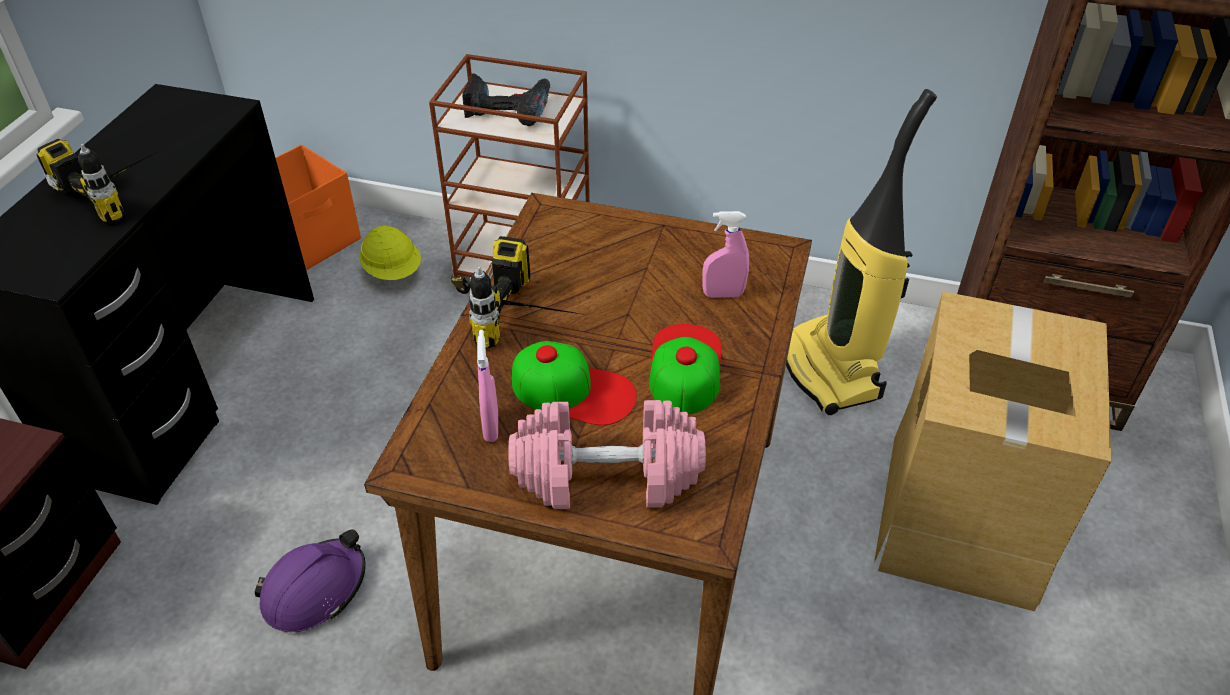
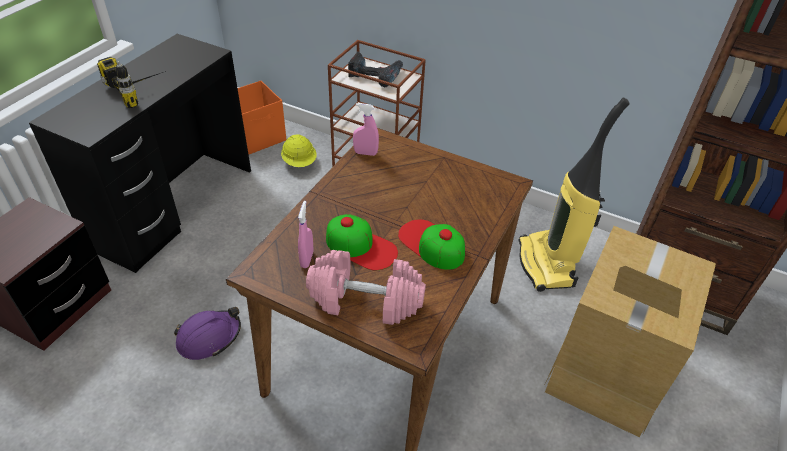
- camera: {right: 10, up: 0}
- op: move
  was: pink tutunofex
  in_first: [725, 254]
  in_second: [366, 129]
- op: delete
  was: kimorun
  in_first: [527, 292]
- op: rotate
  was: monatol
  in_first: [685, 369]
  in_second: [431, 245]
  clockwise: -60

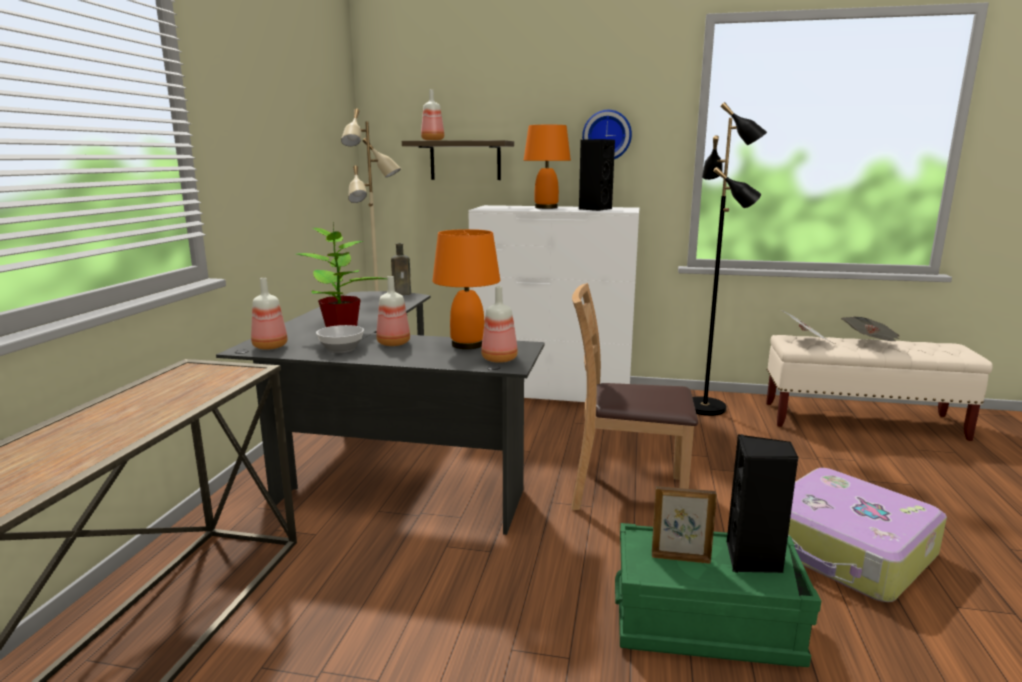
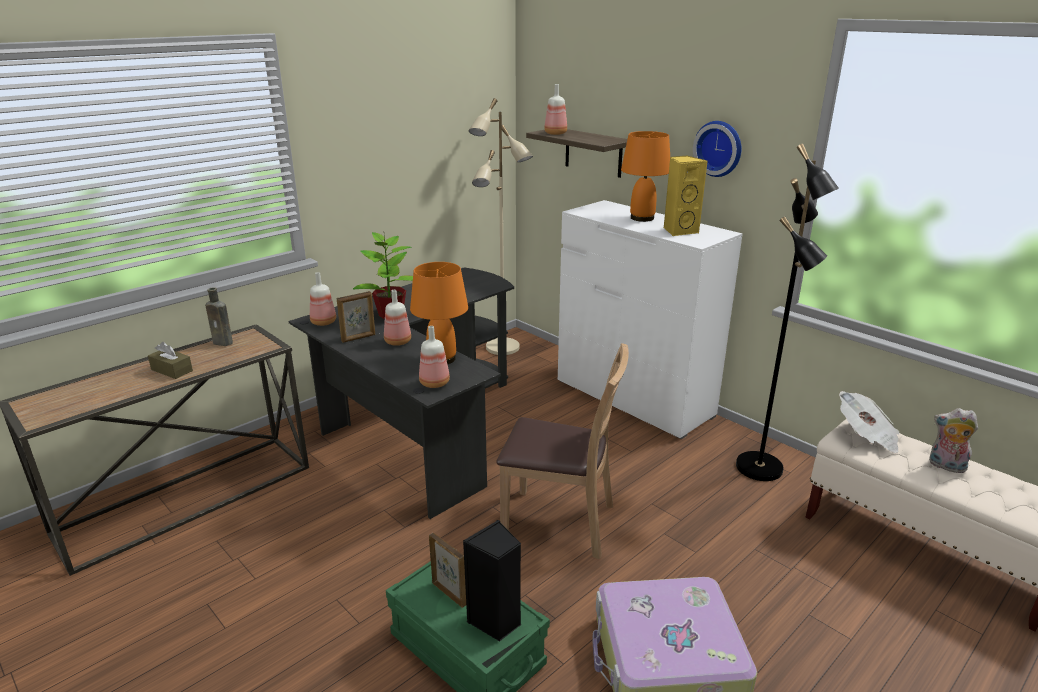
- camera: {right: 35, up: 10}
- op: recolor
  was: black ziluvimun
  now: yellow ziluvimun
  in_first: [597, 175]
  in_second: [686, 195]
- op: move
  was: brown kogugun
  in_first: [401, 269]
  in_second: [219, 317]
- op: rotate
  was: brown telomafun
  in_first: [634, 396]
  in_second: [562, 451]
  clockwise: 150
- op: replace
  was: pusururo
  now: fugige
  in_first: [870, 329]
  in_second: [953, 440]
- op: replace
  was: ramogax
  now: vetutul
  in_first: [340, 339]
  in_second: [356, 317]
- op: insert
  now: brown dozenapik
  in_second: [170, 360]

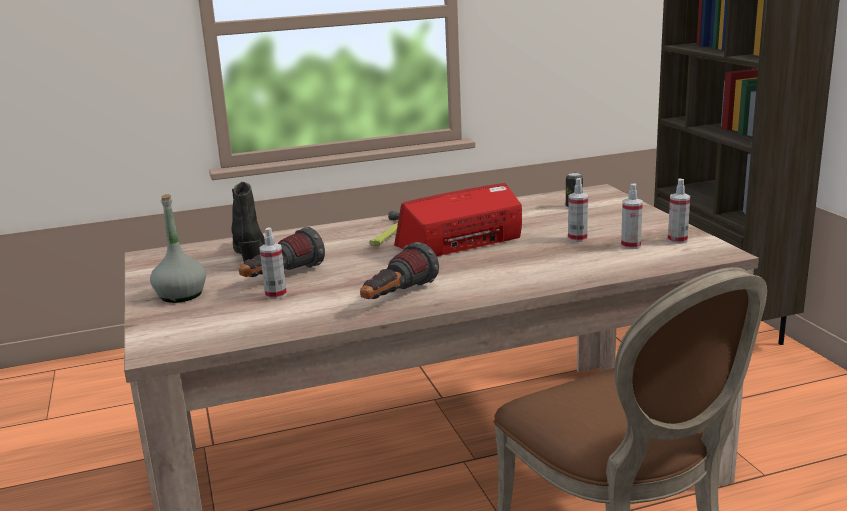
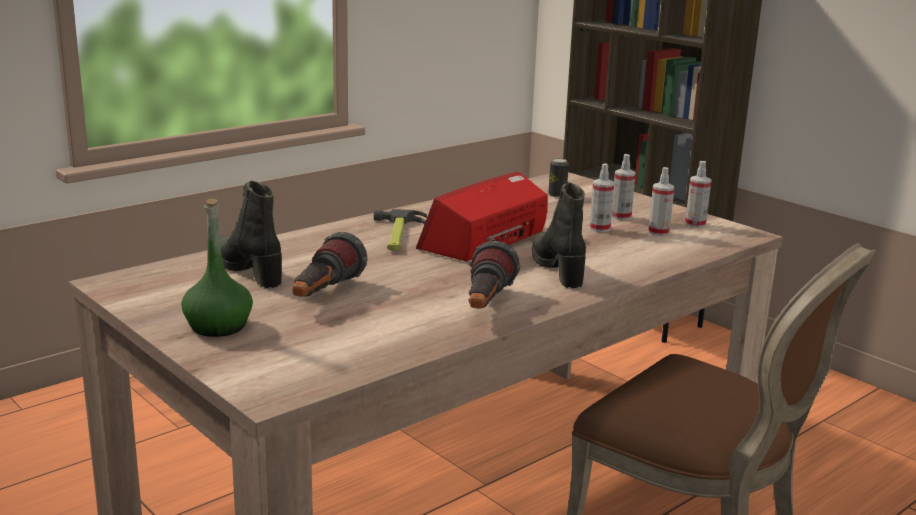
- camera: {right: -25, up: 0}
- op: recolor
  was: grey kogugun
  now: green kogugun
  in_first: [178, 248]
  in_second: [217, 268]
- op: move
  was: tutunofex
  in_first: [273, 263]
  in_second: [624, 187]
- op: insert
  now: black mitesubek
  in_second: [559, 235]

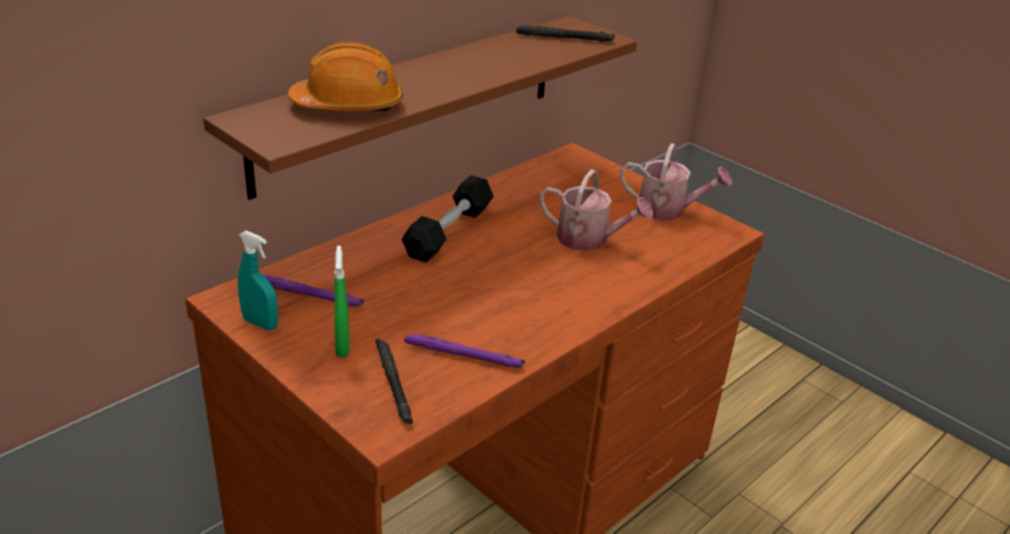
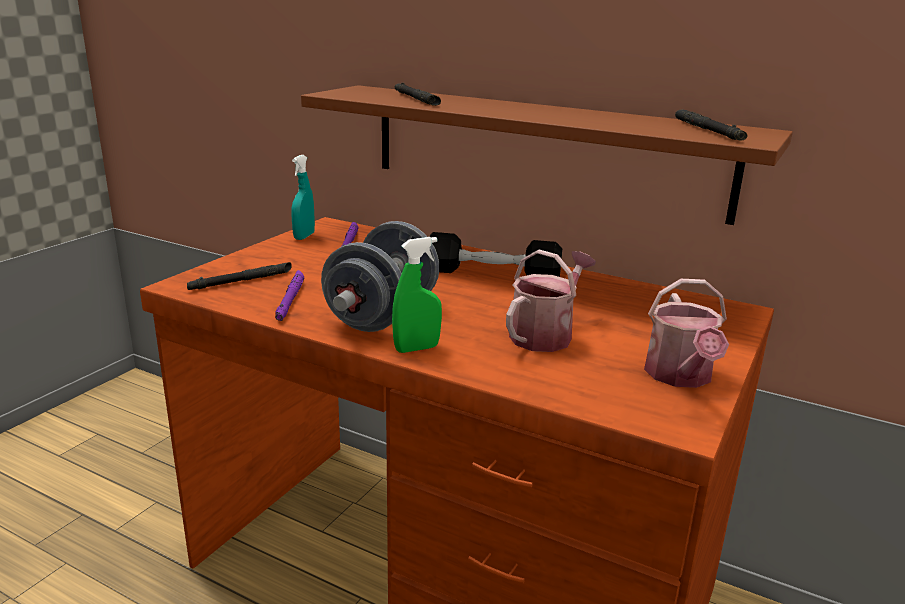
- camera: {right: 75, up: -10}
- op: replace
  was: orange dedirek
  now: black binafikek
  in_first: [345, 77]
  in_second: [418, 94]
- op: rotate
  was: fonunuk
  in_first: [596, 210]
  in_second: [551, 301]
  clockwise: -150
- op: move
  was: green tutunofex
  in_first: [341, 301]
  in_second: [417, 295]
- op: insert
  now: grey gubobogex
  in_second: [380, 276]

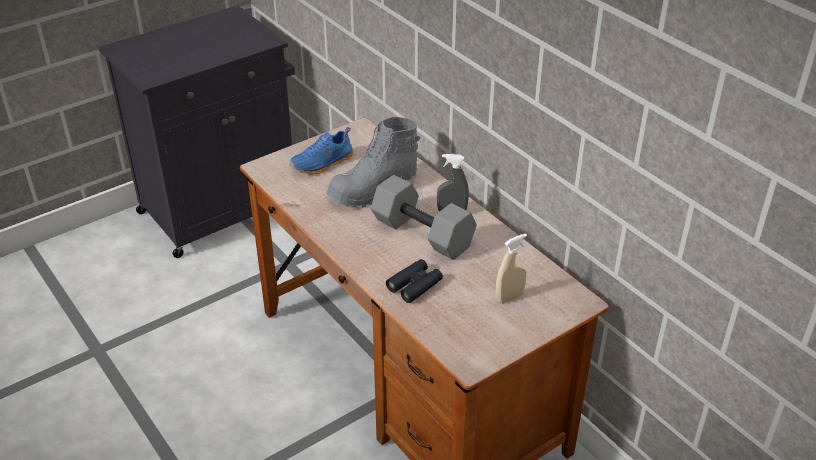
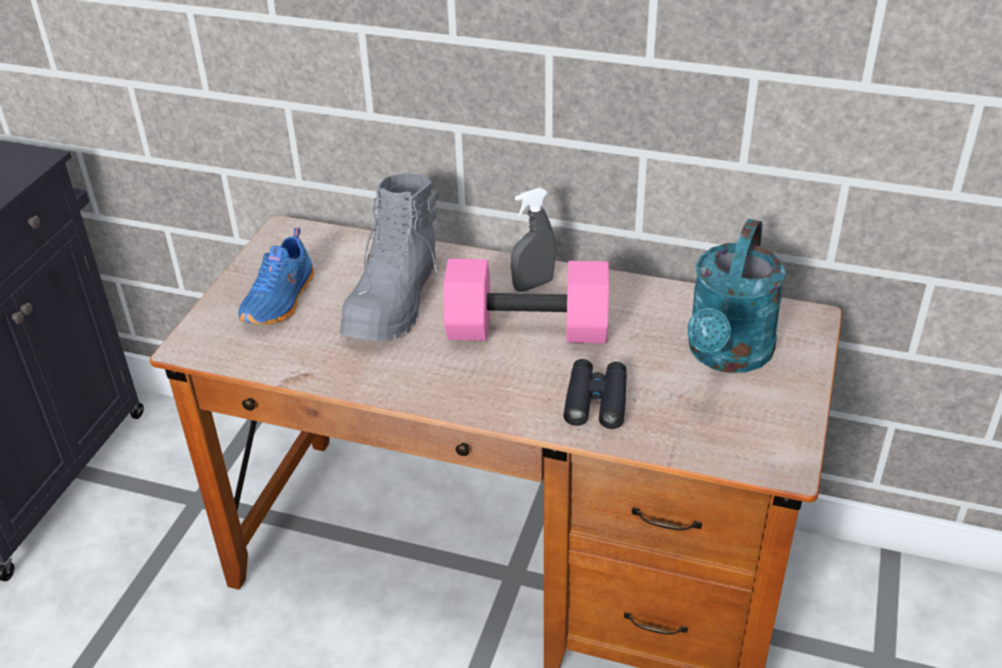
- camera: {right: -35, up: 0}
- op: recolor
  was: grey gubobogex
  now: pink gubobogex
  in_first: [424, 217]
  in_second: [526, 301]
- op: replace
  was: beige tutunofex
  now: turquoise fonunuk
  in_first: [511, 269]
  in_second: [737, 296]

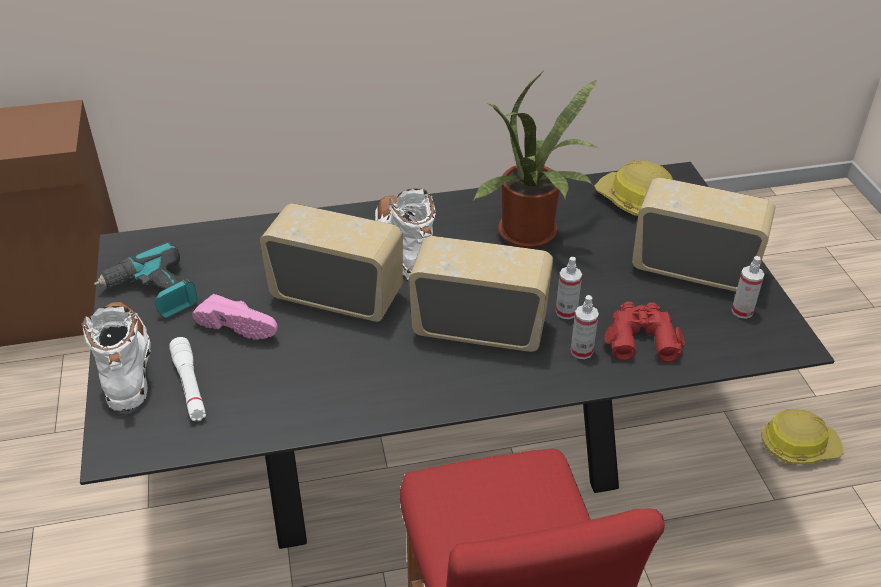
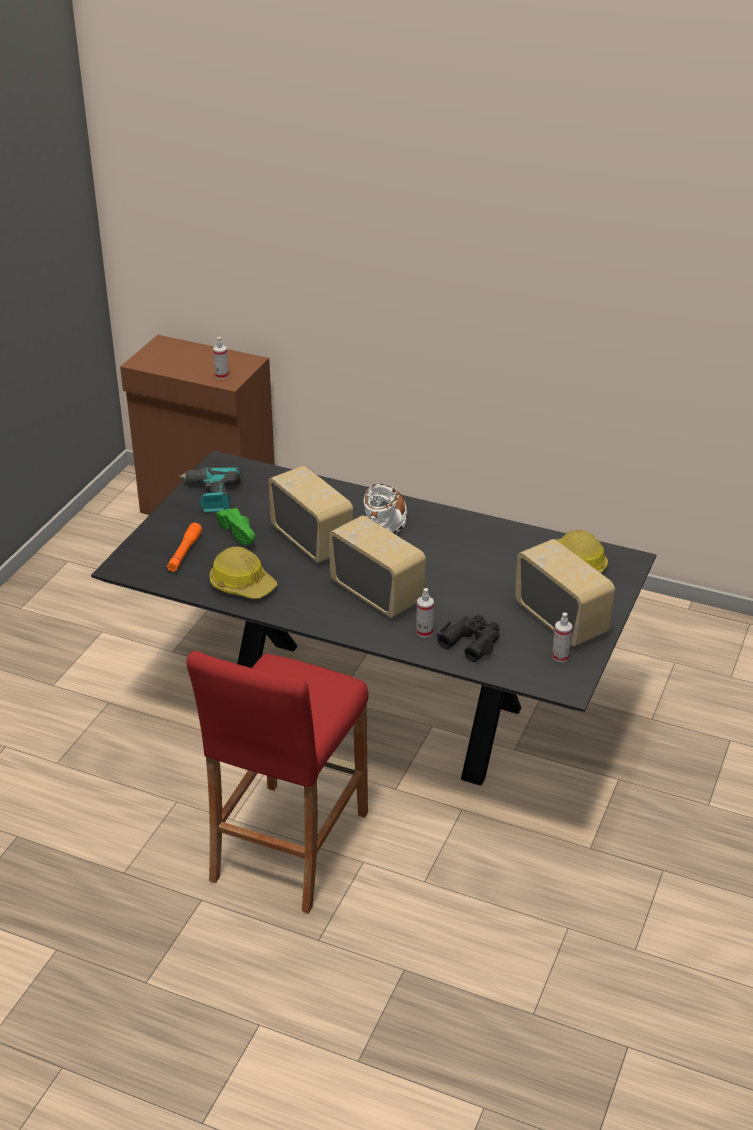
- camera: {right: 35, up: -5}
- op: delete
  was: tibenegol
  in_first: [535, 158]
- op: move
  was: tutunofex
  in_first: [569, 288]
  in_second: [220, 358]
- op: recolor
  was: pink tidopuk
  now: green tidopuk
  in_first: [235, 317]
  in_second: [236, 526]
- op: delete
  was: white mitesubek
  in_first: [116, 356]
- op: recolor
  was: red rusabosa
  now: black rusabosa
  in_first: [644, 332]
  in_second: [468, 638]
- op: recolor
  was: white binafikek
  now: orange binafikek
  in_first: [187, 379]
  in_second: [184, 547]
- op: move
  was: dedirek
  in_first: [802, 436]
  in_second: [243, 573]

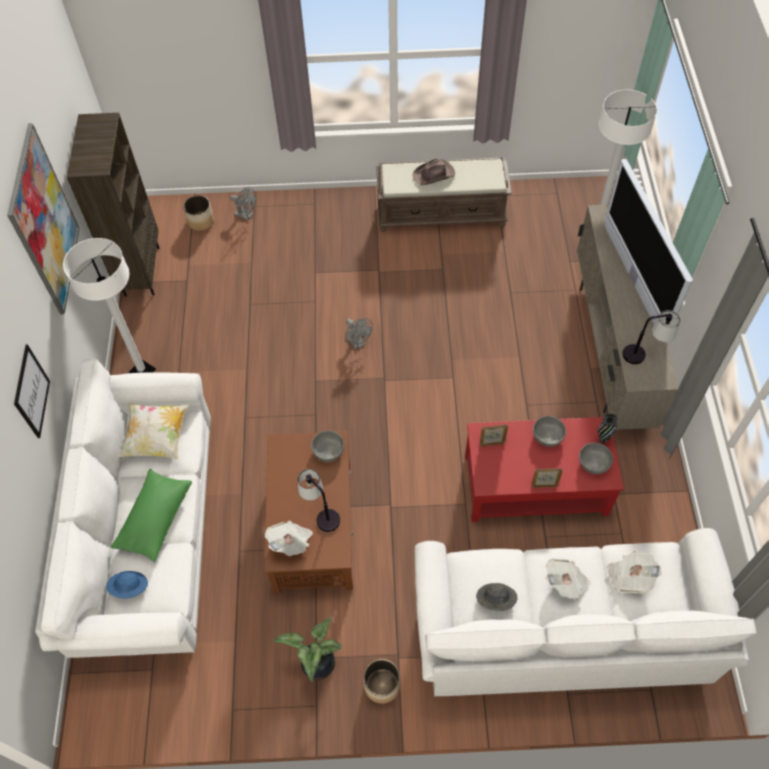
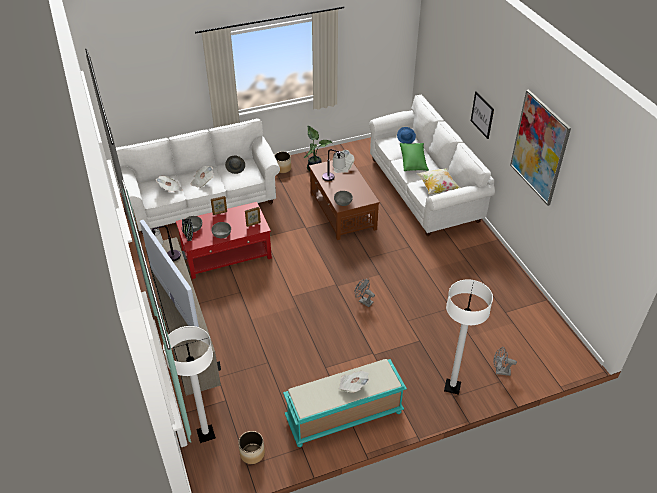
- camera: {right: 160, up: -15}
- op: delete
  was: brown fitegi
  in_first: [113, 205]
- op: recolor
  was: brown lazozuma
  now: turquoise lazozuma
  in_first: [444, 194]
  in_second: [345, 403]
- op: replace
  was: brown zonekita
  now: pusururo
  in_first: [434, 171]
  in_second: [353, 382]
- op: move
  was: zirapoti
  in_first: [198, 213]
  in_second: [251, 447]
- op: move
  was: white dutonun
  in_first: [109, 305]
  in_second: [468, 337]

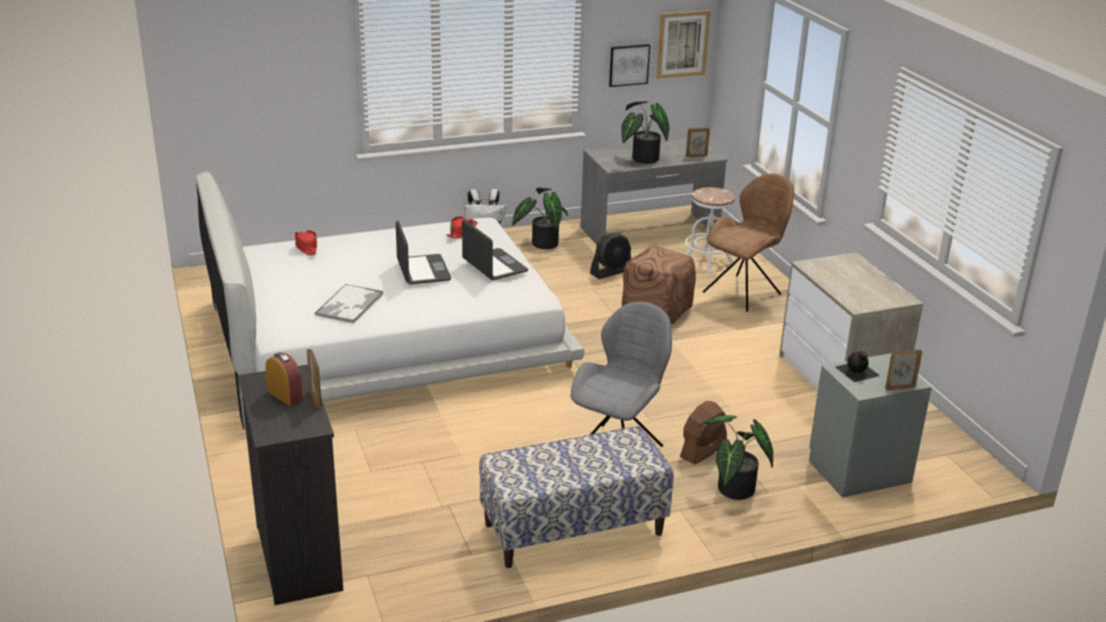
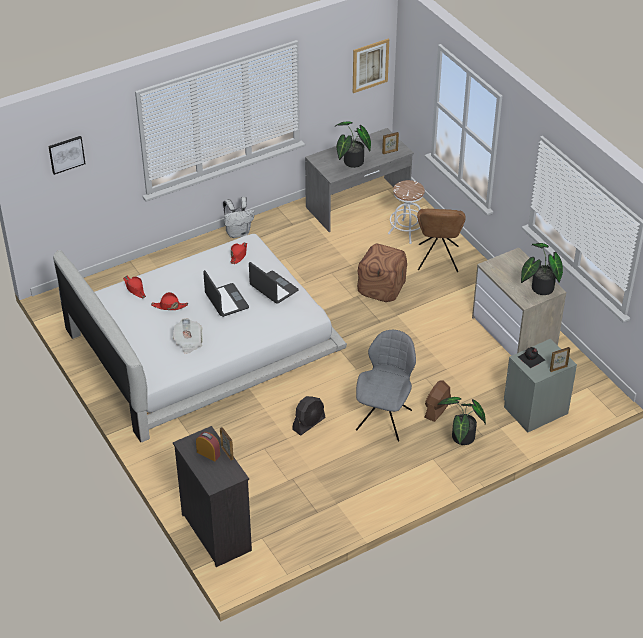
- camera: {right: -10, up: 15}
- op: move
  was: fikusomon
  in_first: [629, 65]
  in_second: [66, 155]
- op: rotate
  was: brown telomafun
  in_first: [748, 243]
  in_second: [441, 240]
  clockwise: 150
- op: move
  was: tibenegol
  in_first: [540, 218]
  in_second: [542, 269]
- op: move
  was: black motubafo
  in_first: [610, 256]
  in_second: [308, 415]
- op: replace
  was: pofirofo
  now: pusururo
  in_first: [349, 303]
  in_second: [188, 336]
- op: delete
  was: lazozuma
  in_first: [576, 497]
- op: insert
  now: red zonekita
  in_second: [169, 301]

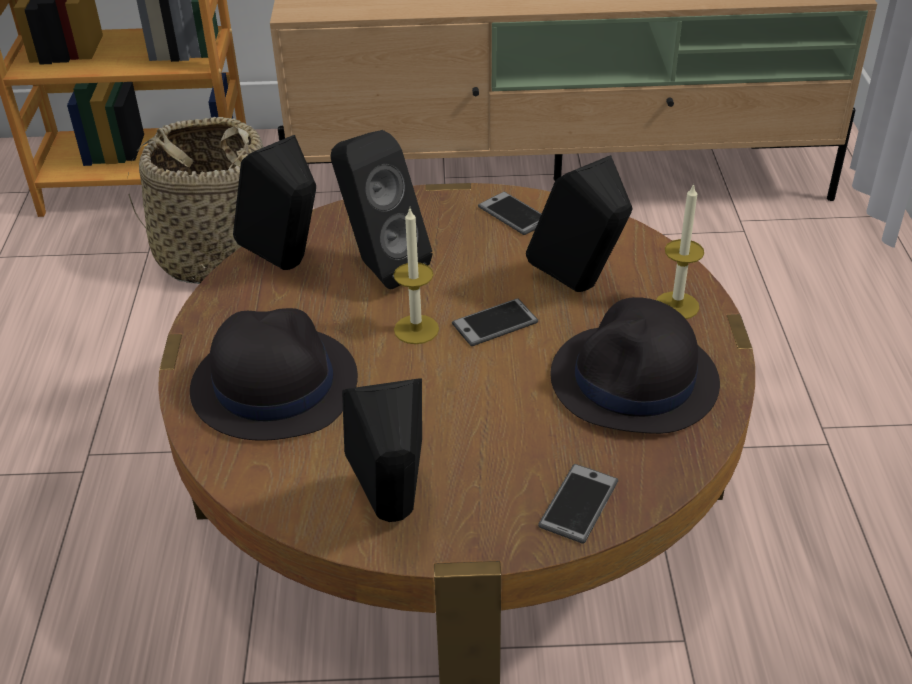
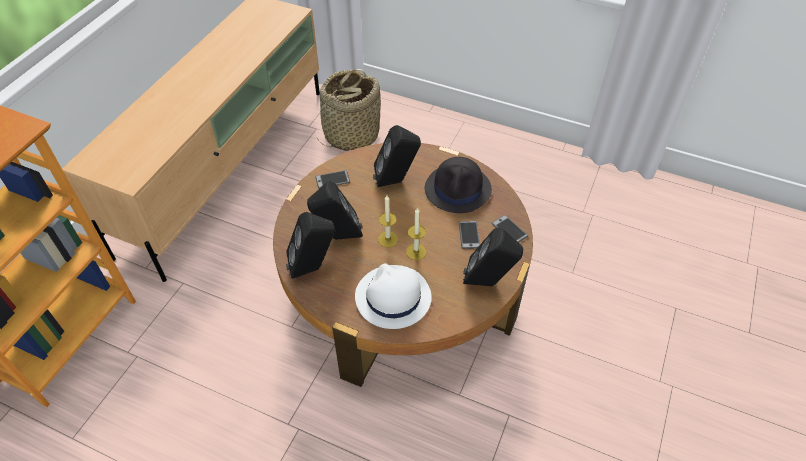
- camera: {right: -65, up: 10}
- op: move
  was: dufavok
  in_first: [195, 200]
  in_second: [349, 110]
- op: move
  was: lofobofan
  in_first: [680, 251]
  in_second: [416, 233]
- op: move
  was: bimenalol
  in_first: [495, 322]
  in_second: [469, 235]
- op: recolor
  was: black zonekita
  now: white zonekita
  in_first: [274, 374]
  in_second: [393, 296]

